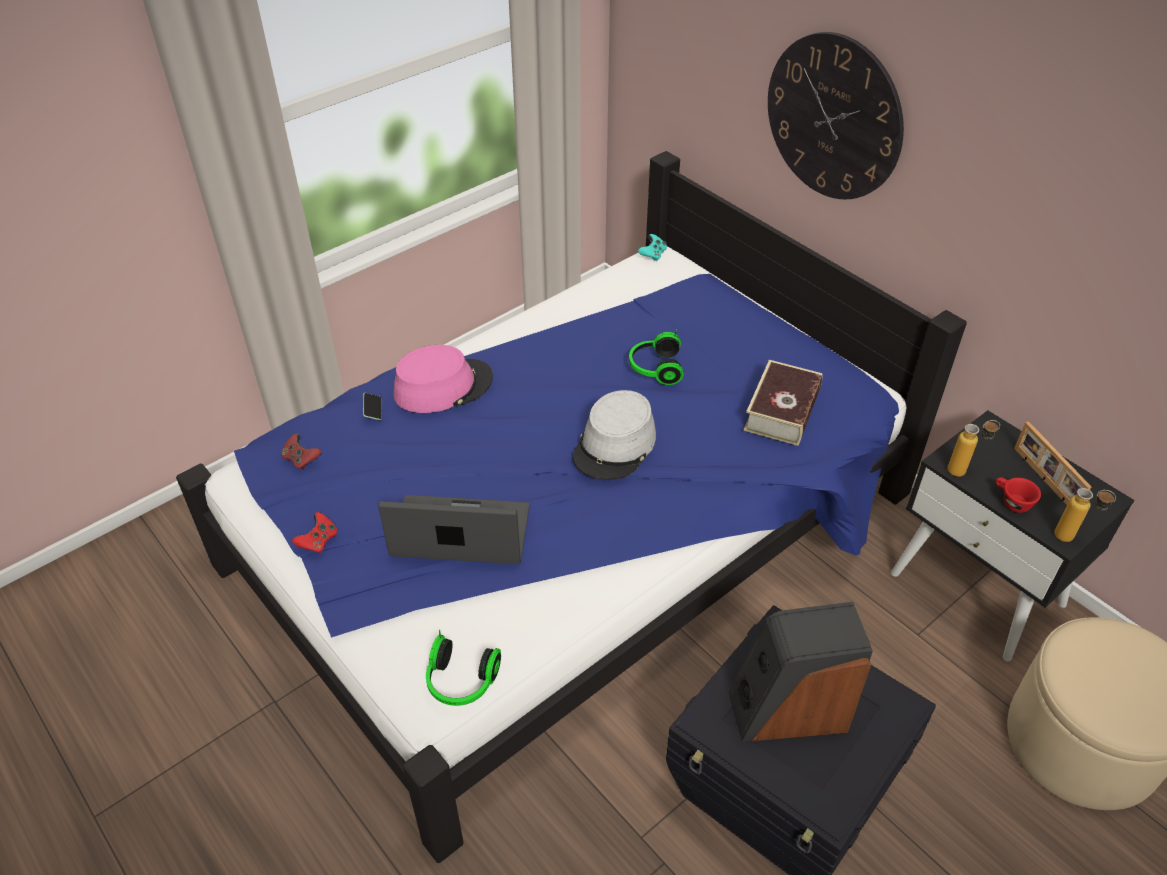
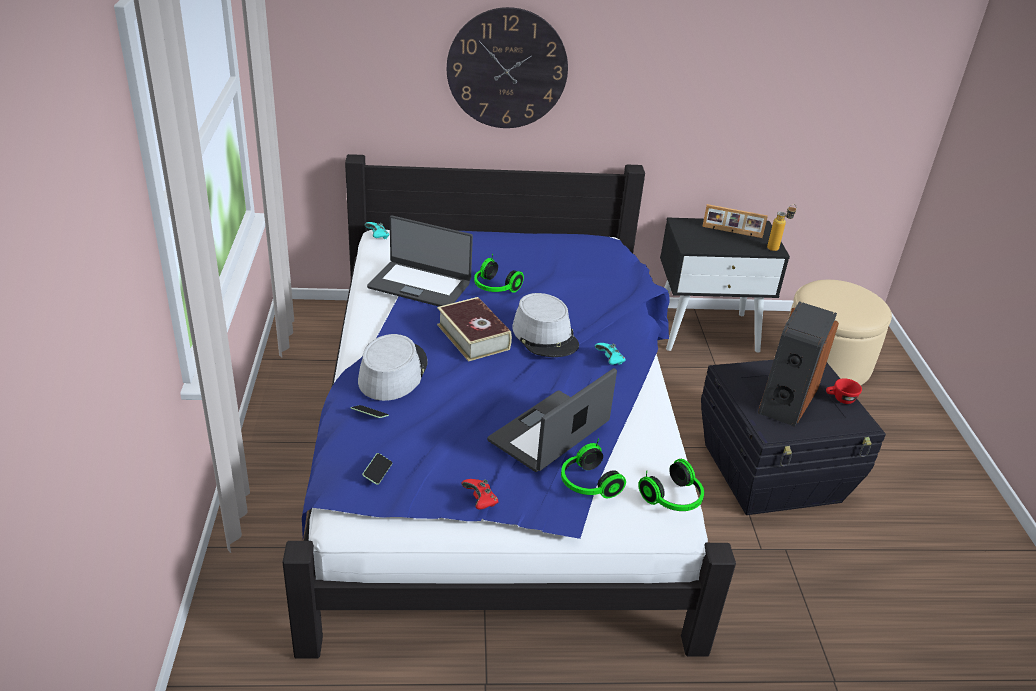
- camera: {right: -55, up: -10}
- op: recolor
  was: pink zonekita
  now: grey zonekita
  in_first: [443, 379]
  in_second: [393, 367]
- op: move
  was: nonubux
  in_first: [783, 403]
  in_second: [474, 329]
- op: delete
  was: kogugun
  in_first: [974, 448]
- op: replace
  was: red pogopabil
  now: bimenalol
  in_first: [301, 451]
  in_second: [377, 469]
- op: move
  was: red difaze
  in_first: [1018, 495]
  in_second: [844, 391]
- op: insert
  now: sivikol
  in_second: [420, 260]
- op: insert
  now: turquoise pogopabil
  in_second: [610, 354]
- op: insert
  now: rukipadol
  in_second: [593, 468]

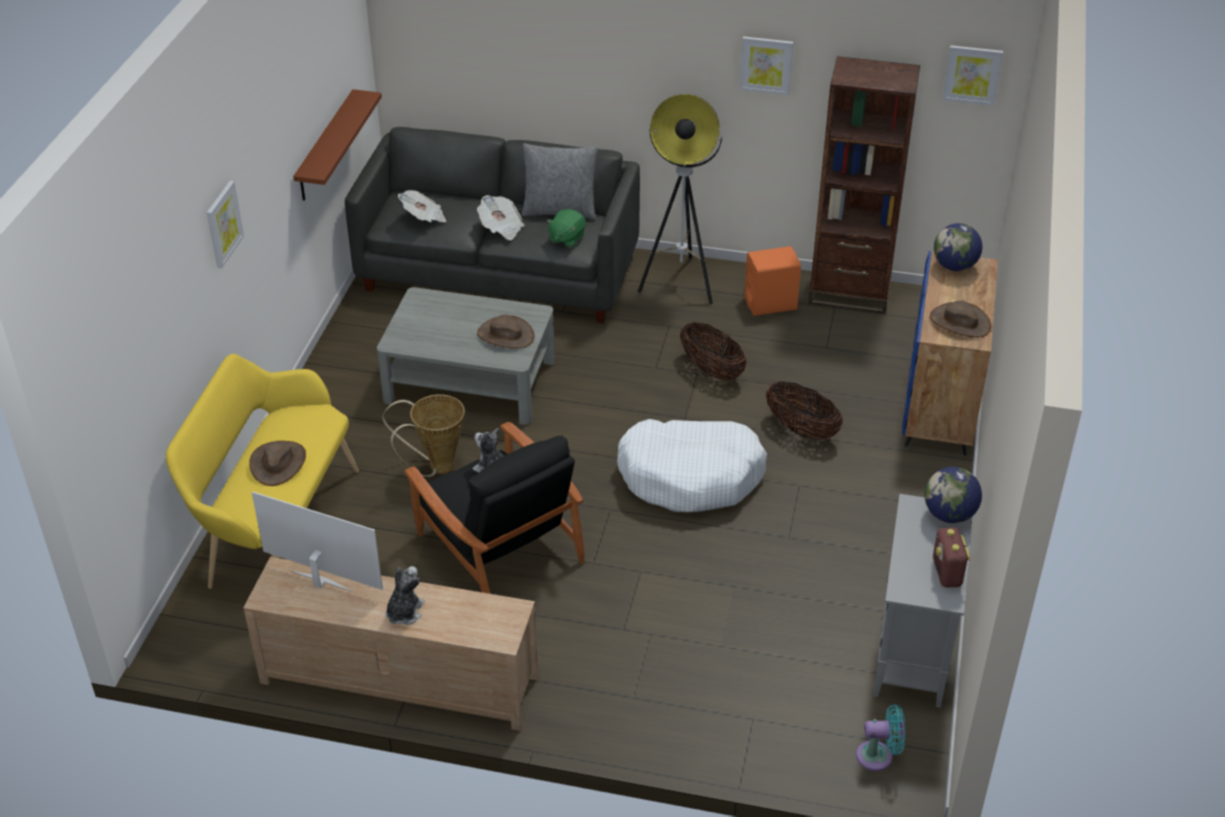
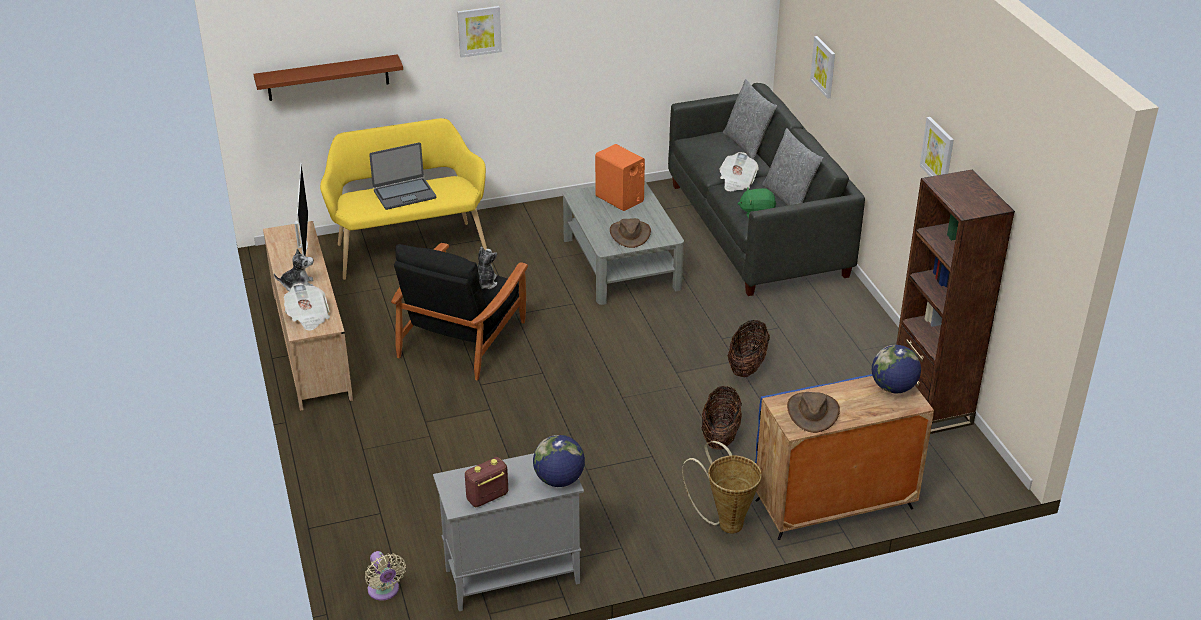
- camera: {right: 60, up: -5}
- op: move
  was: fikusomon
  in_first: [972, 75]
  in_second: [822, 67]
- op: move
  was: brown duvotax
  in_first: [337, 145]
  in_second: [328, 77]
- op: delete
  was: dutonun
  in_first: [680, 199]
- op: move
  was: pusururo
  in_first: [422, 206]
  in_second: [307, 307]
- op: move
  was: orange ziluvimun
  in_first: [772, 281]
  in_second: [620, 177]
- op: move
  was: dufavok
  in_first: [423, 435]
  in_second: [722, 487]
- op: delete
  was: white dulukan
  in_first: [692, 465]
- op: replace
  was: brown zonekita
  now: sivikol
  in_first: [277, 463]
  in_second: [402, 176]
- op: recolor
  was: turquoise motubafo
  now: beige motubafo
  in_first: [880, 737]
  in_second: [385, 576]
- op: insert
  now: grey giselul
  in_second: [750, 119]

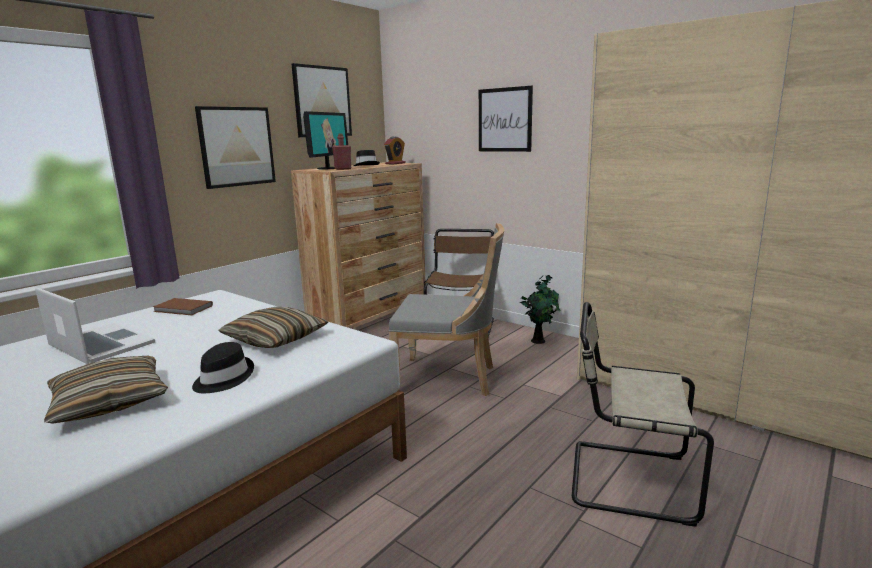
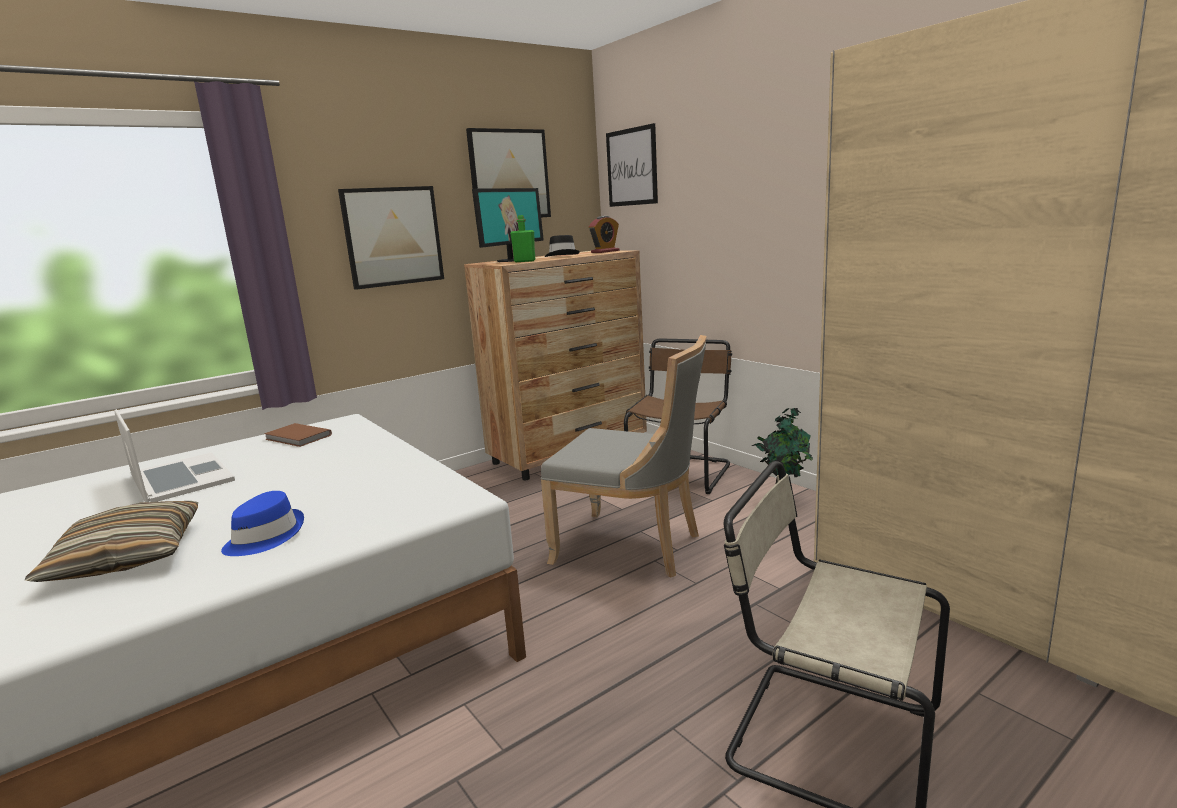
- camera: {right: 15, up: 0}
- op: move
  was: fikusomon
  in_first: [506, 119]
  in_second: [632, 165]
- op: recolor
  was: red kogugun
  now: green kogugun
  in_first: [342, 151]
  in_second: [522, 238]
- op: delete
  was: giselul
  in_first: [273, 327]
- op: recolor
  was: black zonekita
  now: blue zonekita
  in_first: [223, 367]
  in_second: [262, 523]

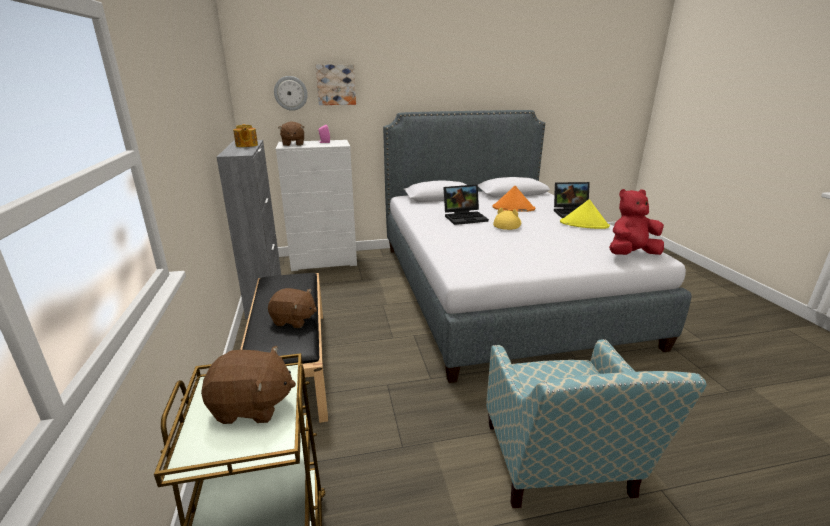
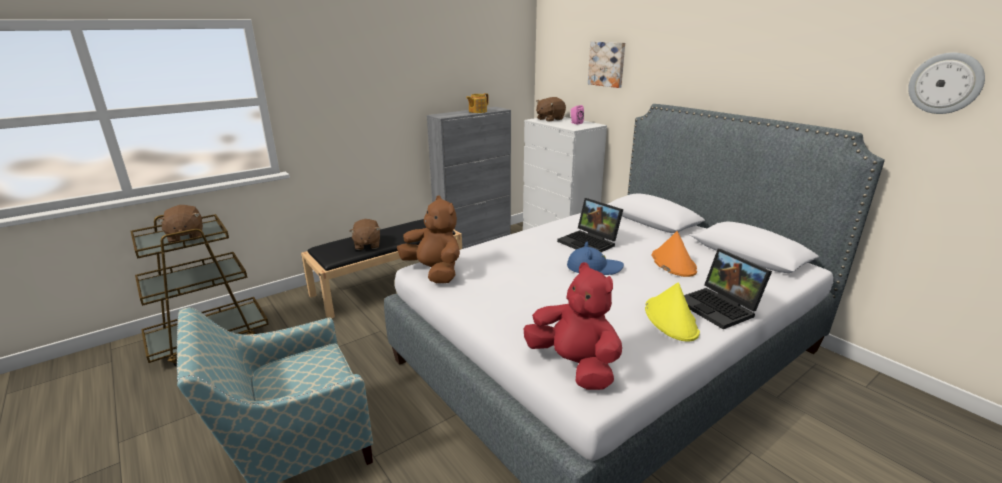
- camera: {right: 65, up: 0}
- op: move
  was: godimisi
  in_first: [291, 93]
  in_second: [946, 83]
- op: recolor
  was: yellow zonekita
  now: blue zonekita
  in_first: [507, 219]
  in_second: [595, 258]
- op: insert
  now: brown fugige
  in_second: [428, 239]

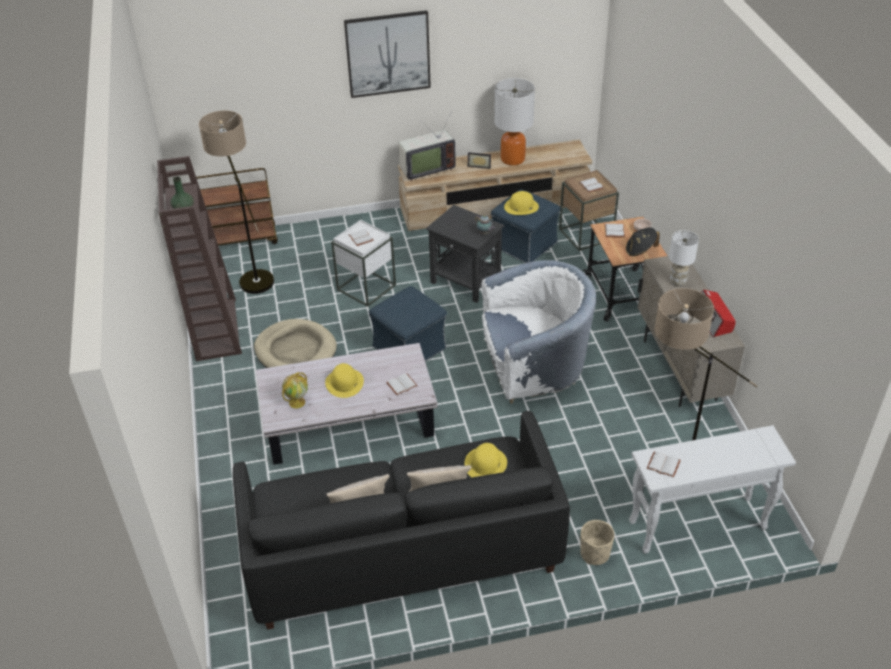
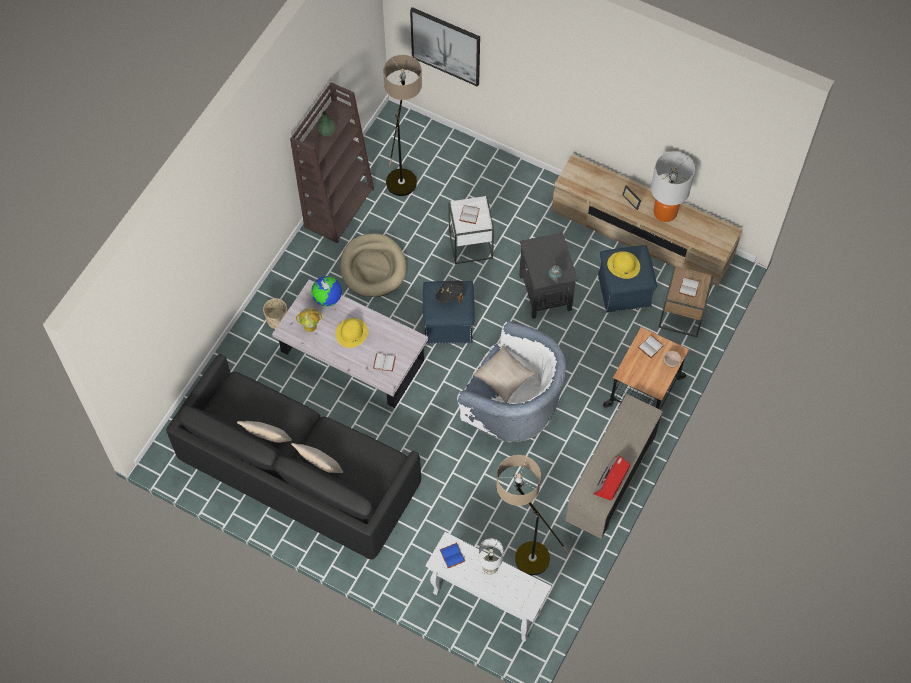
- camera: {right: 40, up: 20}
- op: move
  was: fikusomon
  in_first: [387, 54]
  in_second: [445, 47]
- op: delete
  was: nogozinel
  in_first: [427, 147]
- op: delete
  was: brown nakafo
  in_first: [237, 207]
- op: move
  was: black zonekita
  in_first: [643, 242]
  in_second: [449, 292]
- op: move
  was: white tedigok
  in_first: [684, 258]
  in_second: [491, 557]
- op: delete
  was: yellow zonekita
  in_first: [485, 460]
- op: recolor
  was: white nonubux
  now: blue nonubux
  in_first: [664, 465]
  in_second: [452, 555]
- op: move
  was: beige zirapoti
  in_first: [597, 542]
  in_second: [275, 313]
- op: insert
  now: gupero
  in_second: [326, 291]
- op: insert
  now: beige giselul
  in_second: [505, 374]

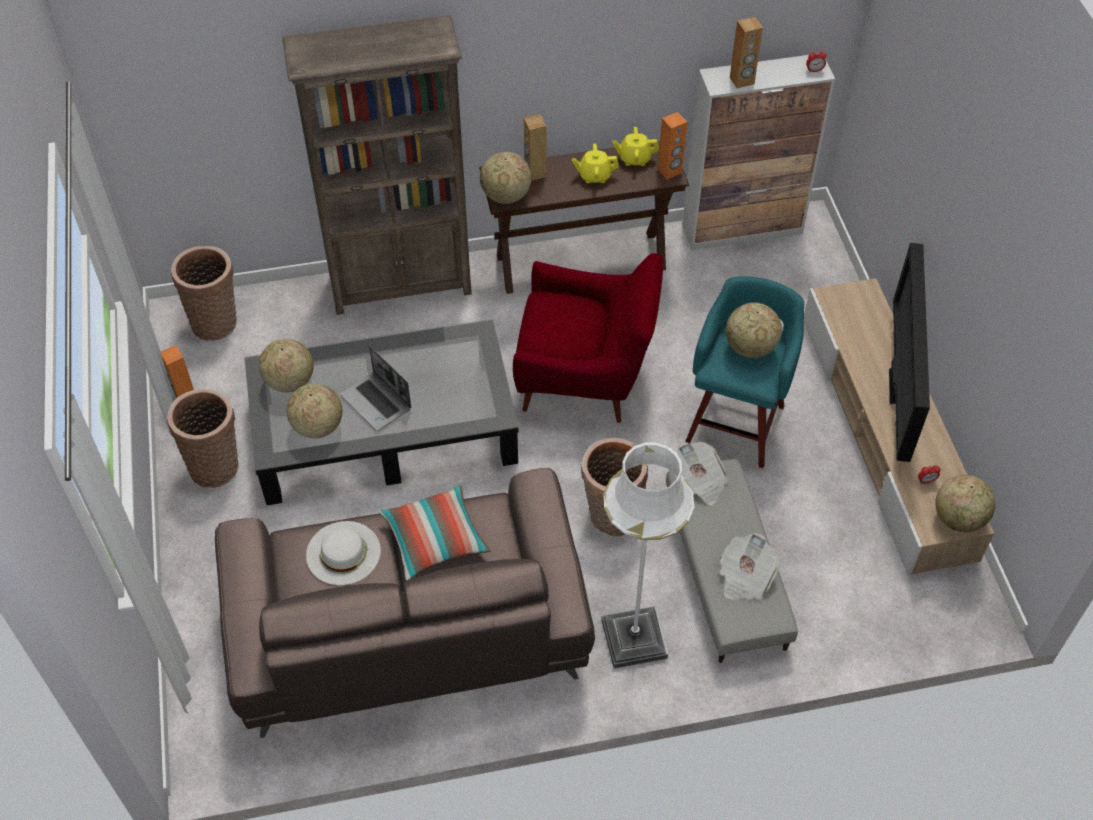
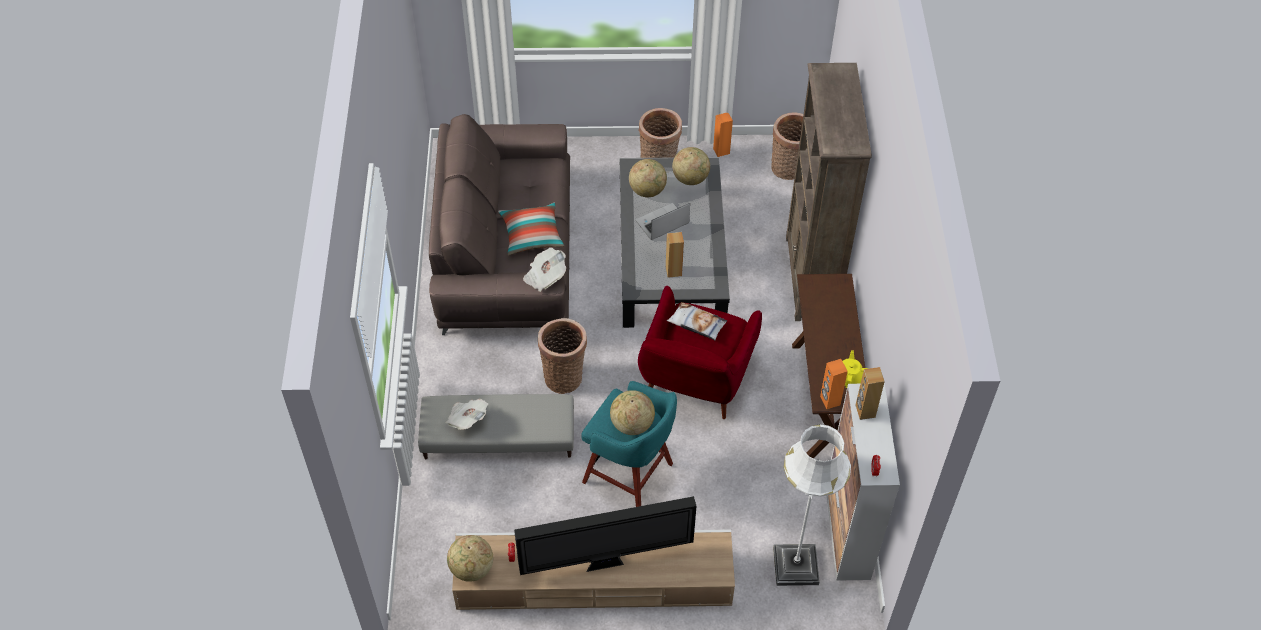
- camera: {right: 100, up: 0}
- op: move
  was: brown ziluvimun
  in_first: [535, 147]
  in_second: [675, 255]
- op: delete
  was: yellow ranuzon
  in_first: [595, 163]
- op: delete
  was: gupero
  in_first: [505, 177]
- op: rotate
  was: nogozinel
  in_first: [909, 352]
  in_second: [605, 535]
  clockwise: 150
- op: move
  was: white dutonun
  in_first: [647, 555]
  in_second: [812, 505]
- op: move
  was: pusururo
  in_first: [702, 474]
  in_second: [544, 270]
- op: delete
  was: white zonekita
  in_first: [343, 553]
- op: insert
  now: giselul
  in_second: [697, 321]

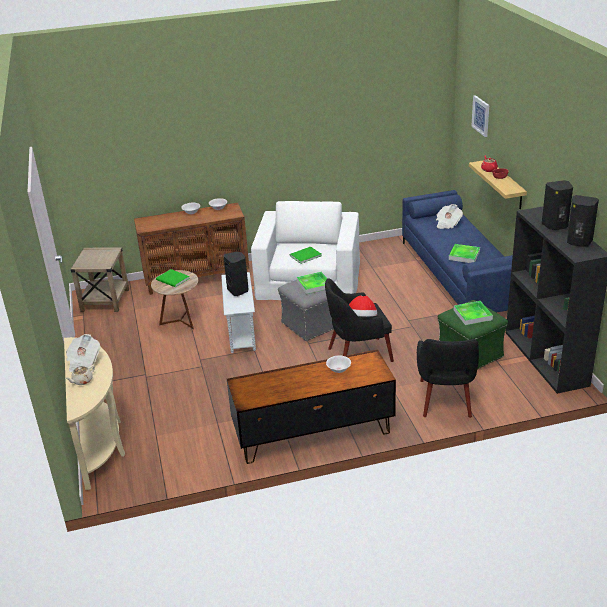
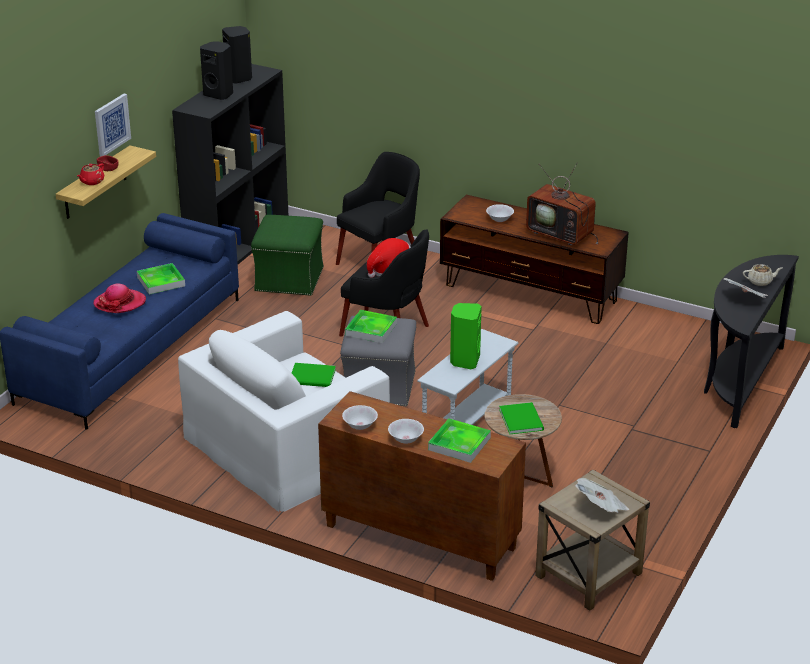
- camera: {right: -140, up: 0}
- op: move
  was: fikusomon
  in_first: [480, 116]
  in_second: [113, 125]
- op: move
  was: pusururo
  in_first: [449, 216]
  in_second: [602, 495]
- op: recolor
  was: black ziluvimun
  now: green ziluvimun
  in_first: [235, 274]
  in_second: [466, 336]
- op: move
  was: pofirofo
  in_first: [473, 313]
  in_second: [459, 440]
- op: recolor
  was: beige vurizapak
  now: black vurizapak
  in_first: [94, 413]
  in_second: [751, 341]
- op: insert
  now: nogozinel
  in_second: [562, 203]
- op: insert
  now: zonekita
  in_second: [119, 298]

